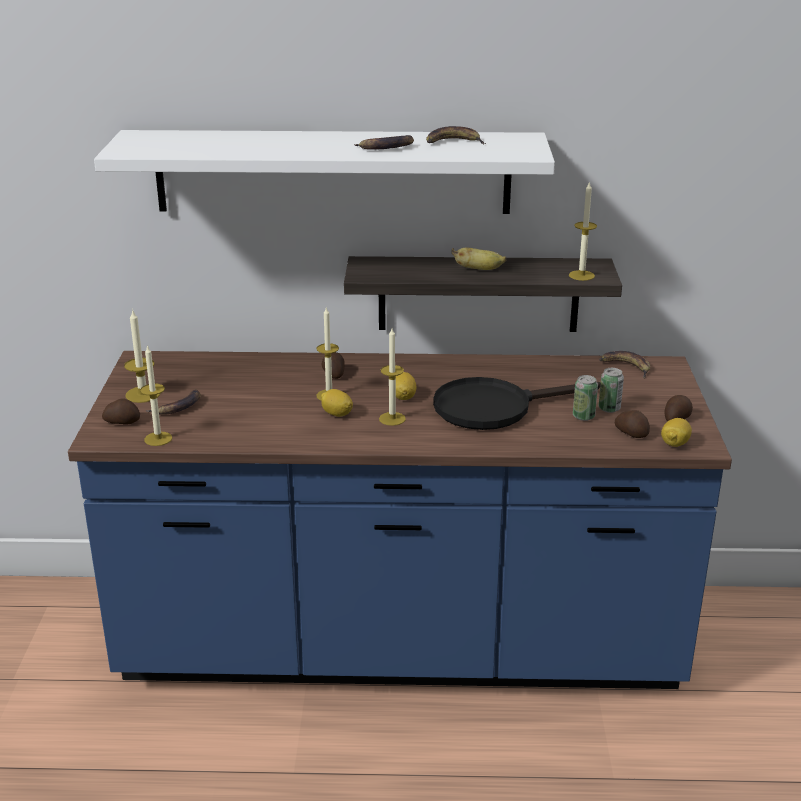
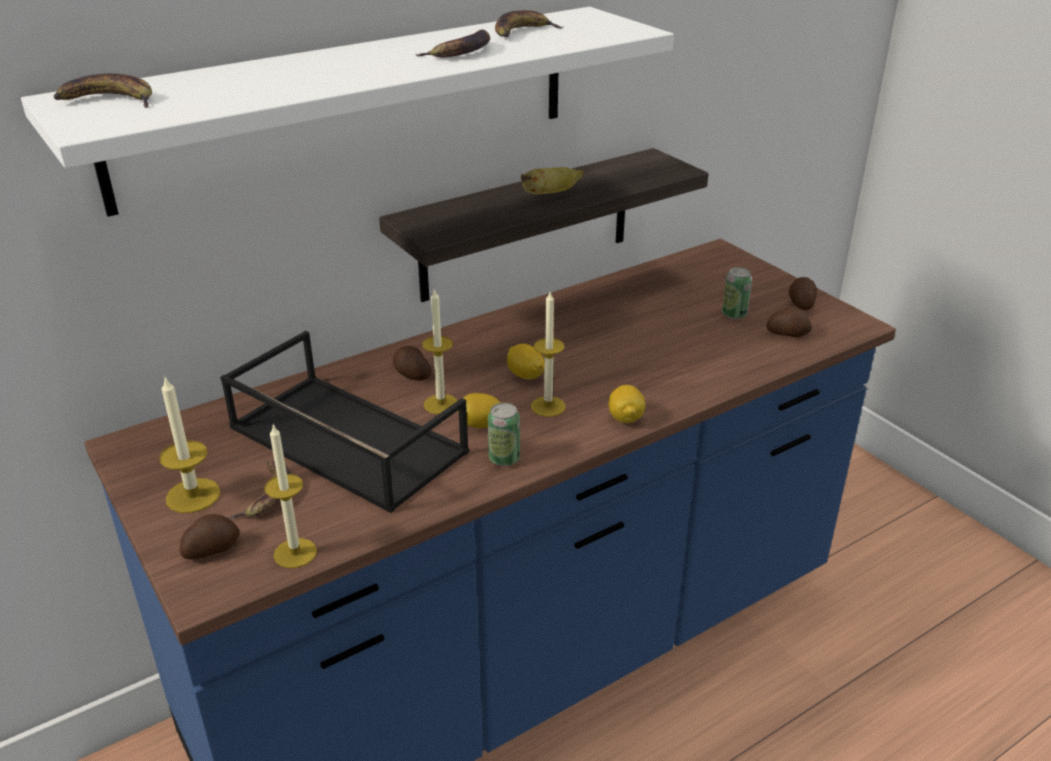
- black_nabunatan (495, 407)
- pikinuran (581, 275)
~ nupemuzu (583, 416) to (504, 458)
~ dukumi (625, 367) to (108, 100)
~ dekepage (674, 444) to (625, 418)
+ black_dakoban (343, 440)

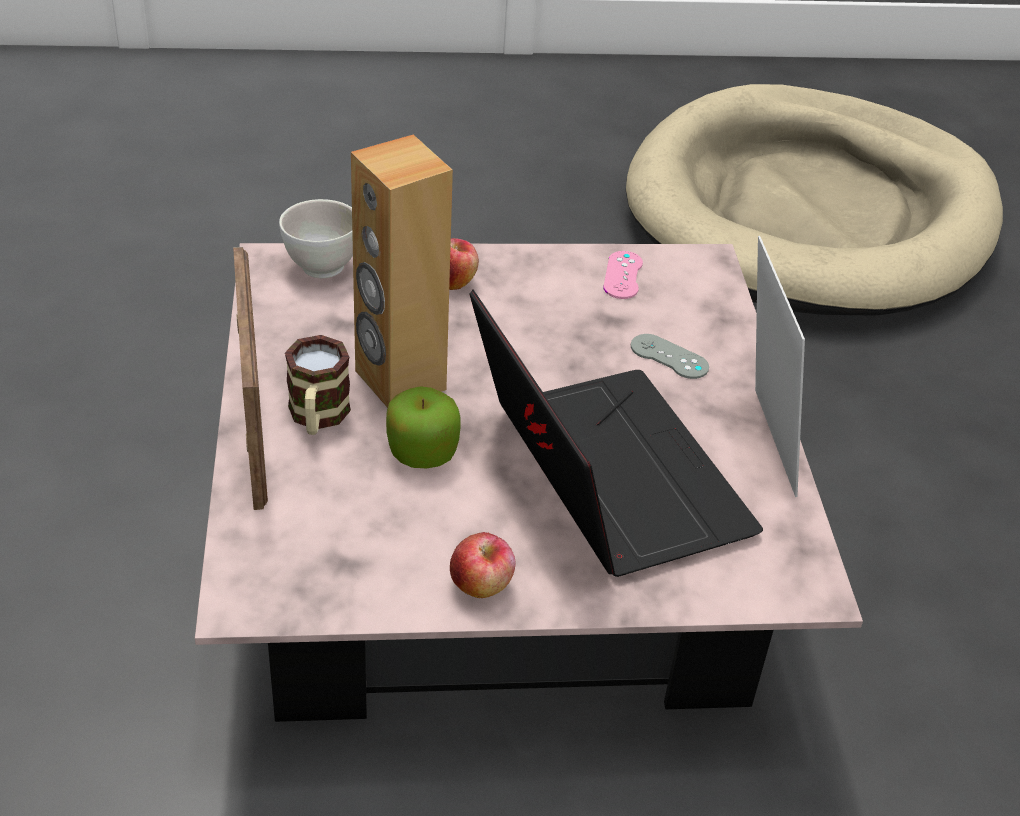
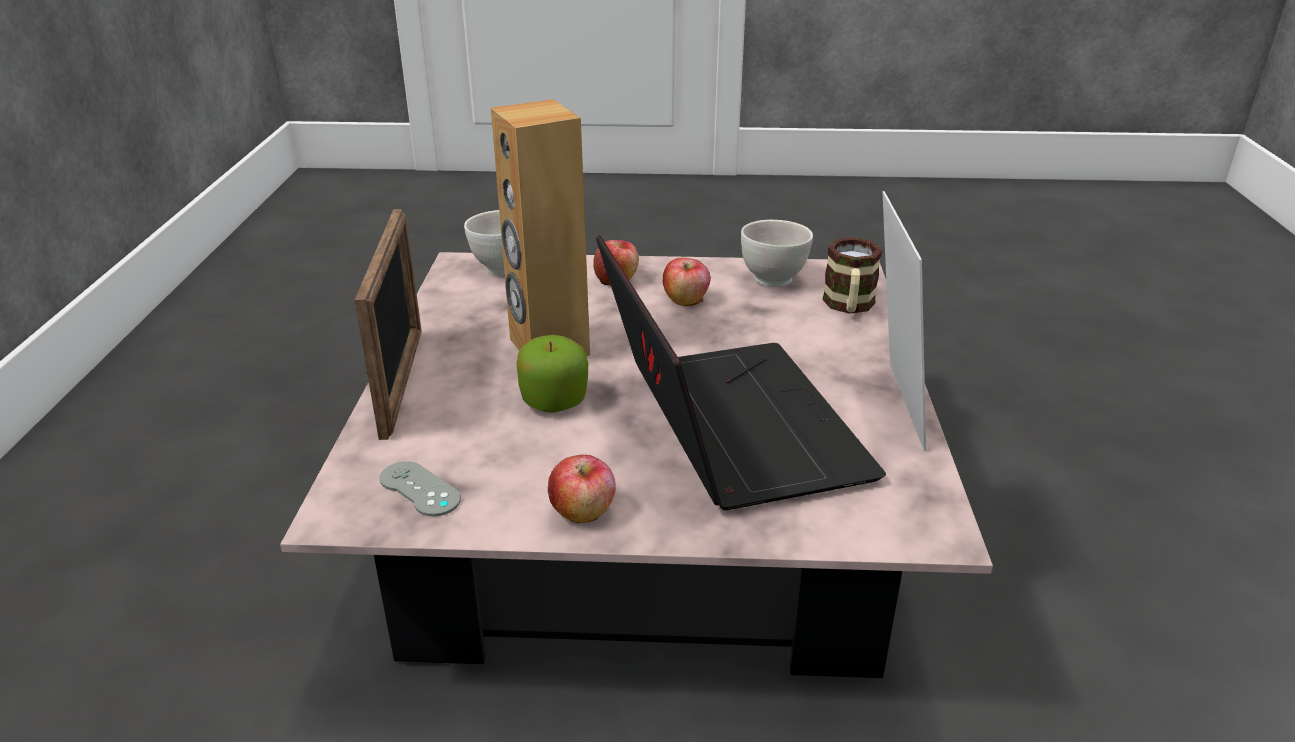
~ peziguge (317, 418) to (849, 306)
~ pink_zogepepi (623, 275) to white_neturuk (773, 279)
- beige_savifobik (810, 213)
~ grey_zogepepi (669, 357) to (419, 489)
+ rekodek (686, 300)

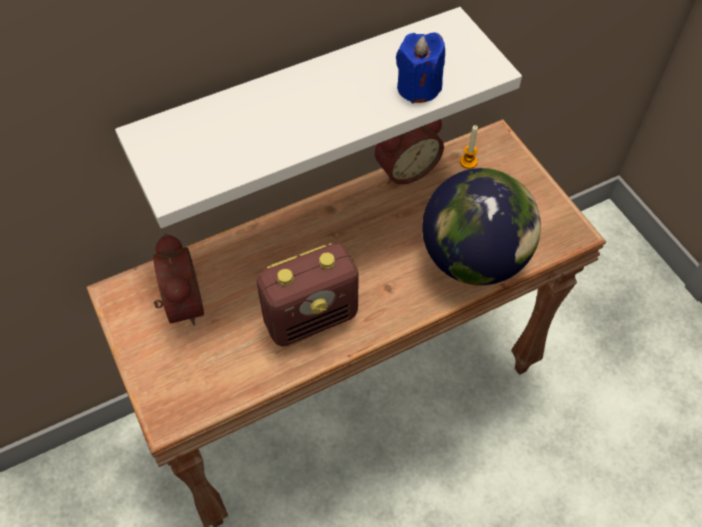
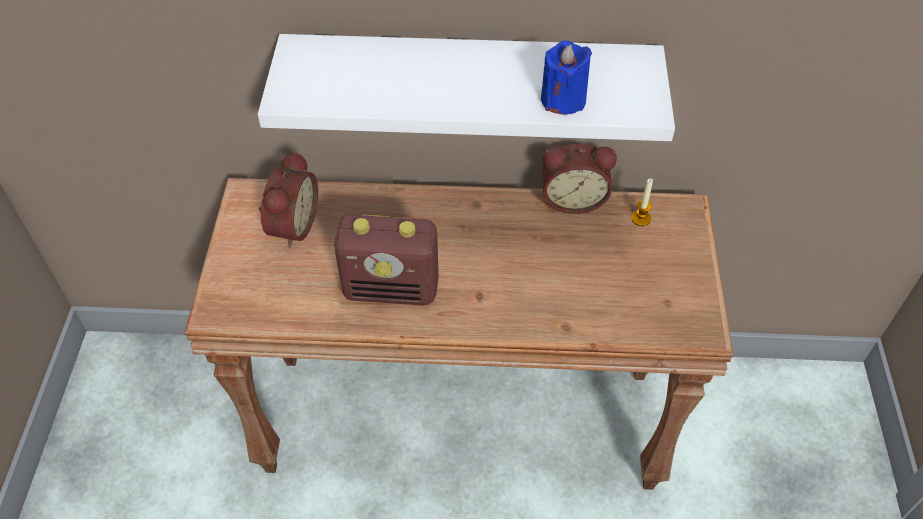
- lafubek (474, 259)

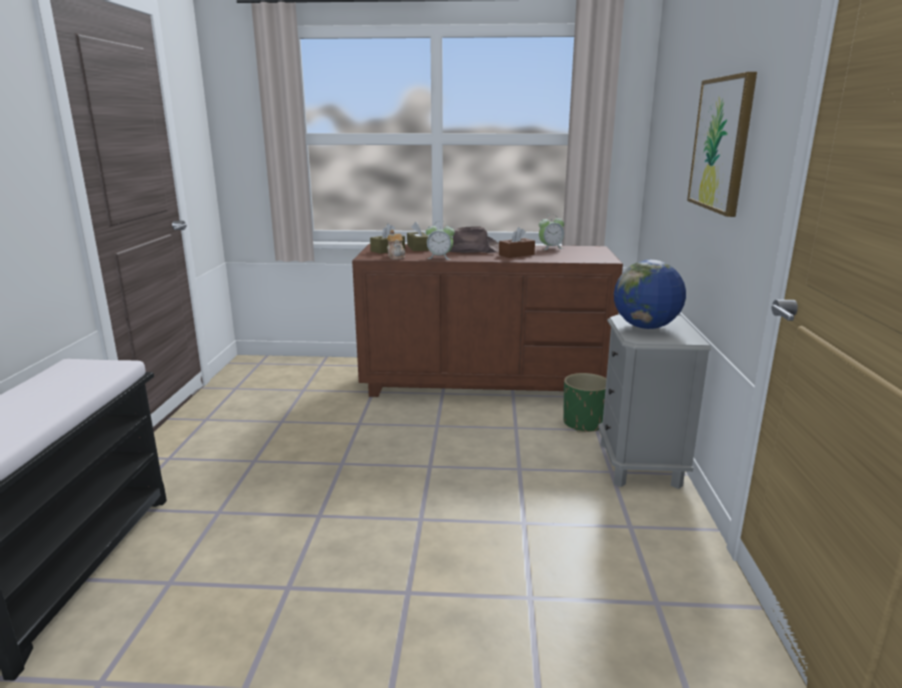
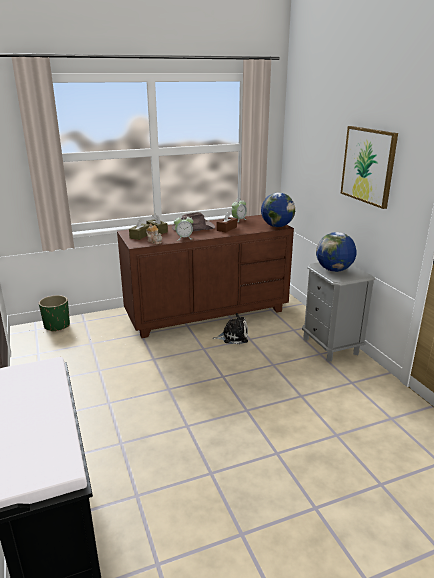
~ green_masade (584, 424) to (57, 326)
+ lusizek (233, 337)
+ lafubek (277, 226)

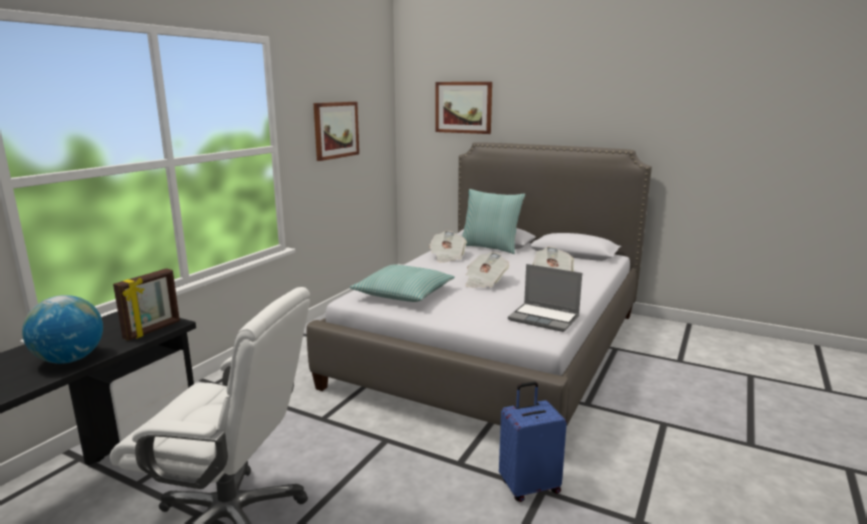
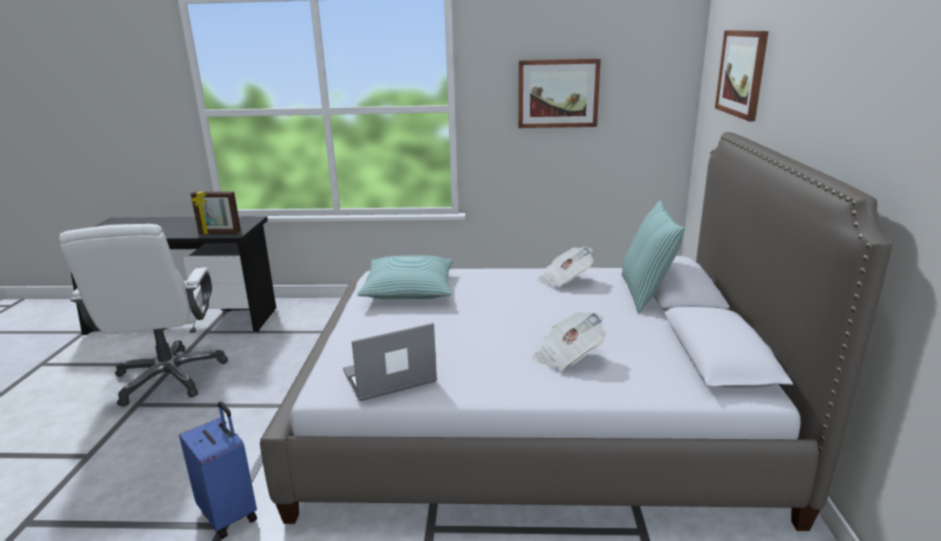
- lafubek (70, 359)
- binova (484, 282)
~ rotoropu (545, 318) = (389, 378) 60 degrees clockwise

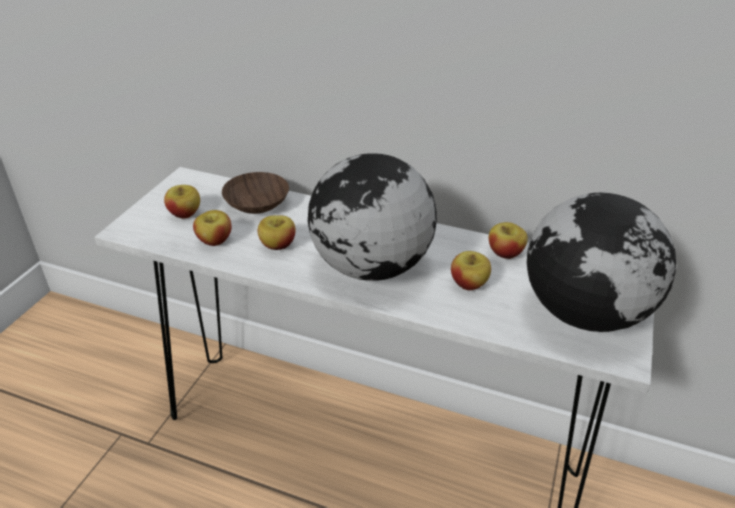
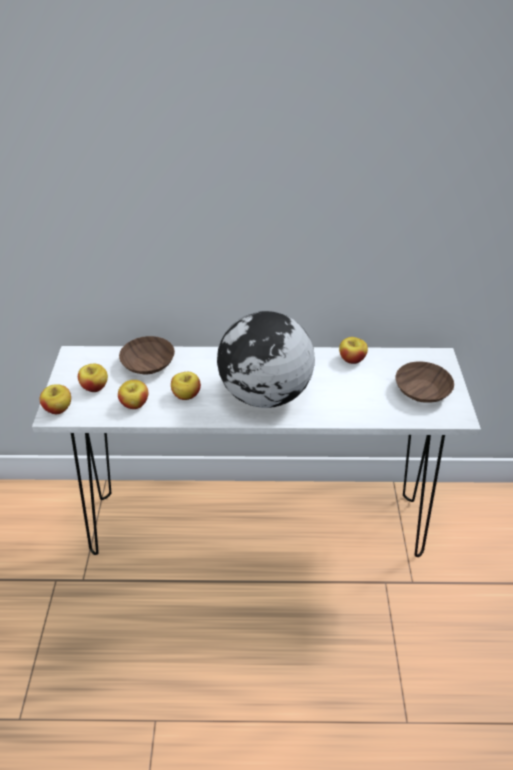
~ rekodek (468, 283) to (58, 408)
~ lafubek (585, 312) to brown_neturuk (423, 390)

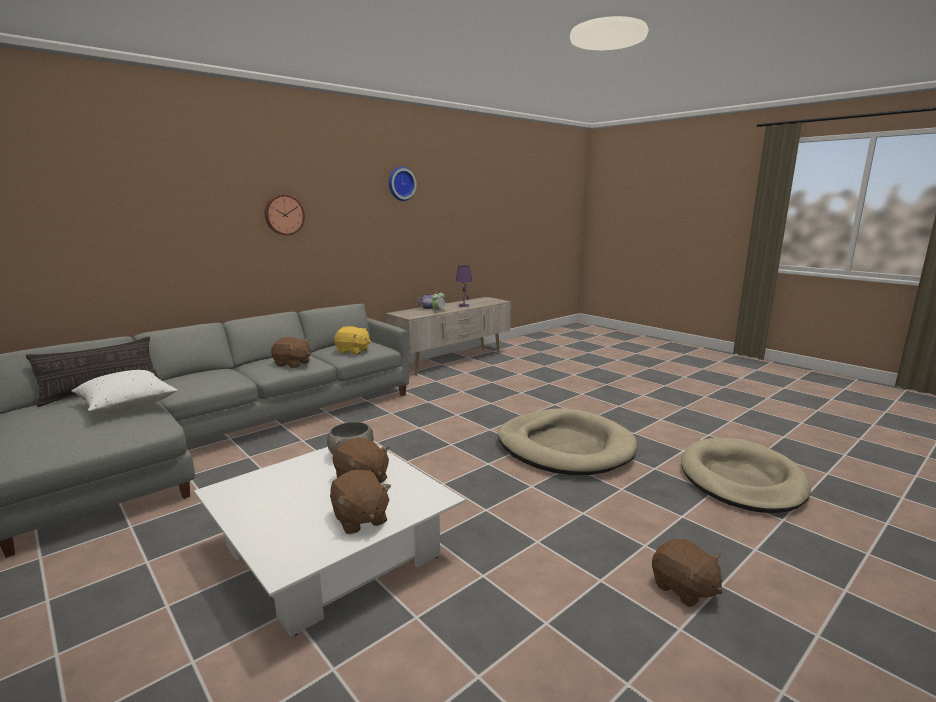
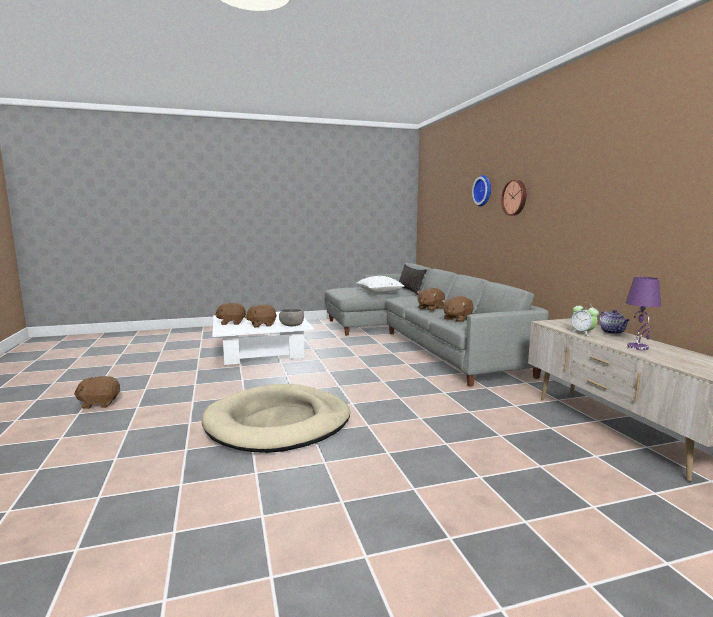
~ yellow_lusizek (353, 351) to brown_lusizek (457, 319)
~ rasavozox (400, 184) to (484, 190)
- beige_savifobik (741, 480)

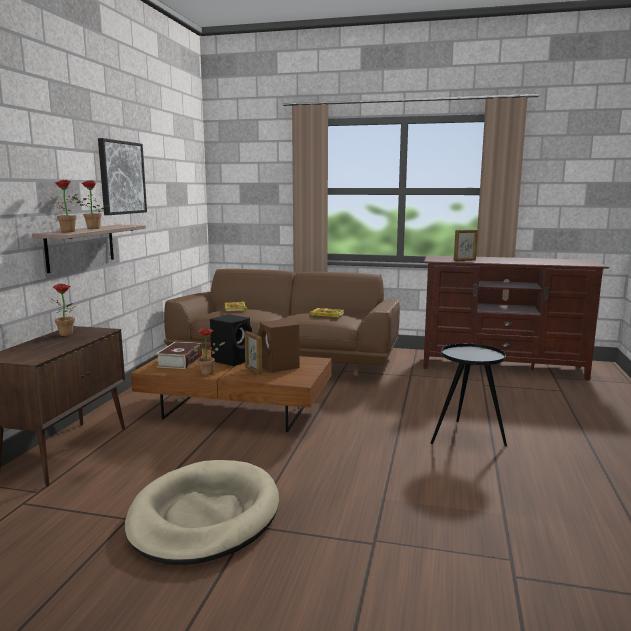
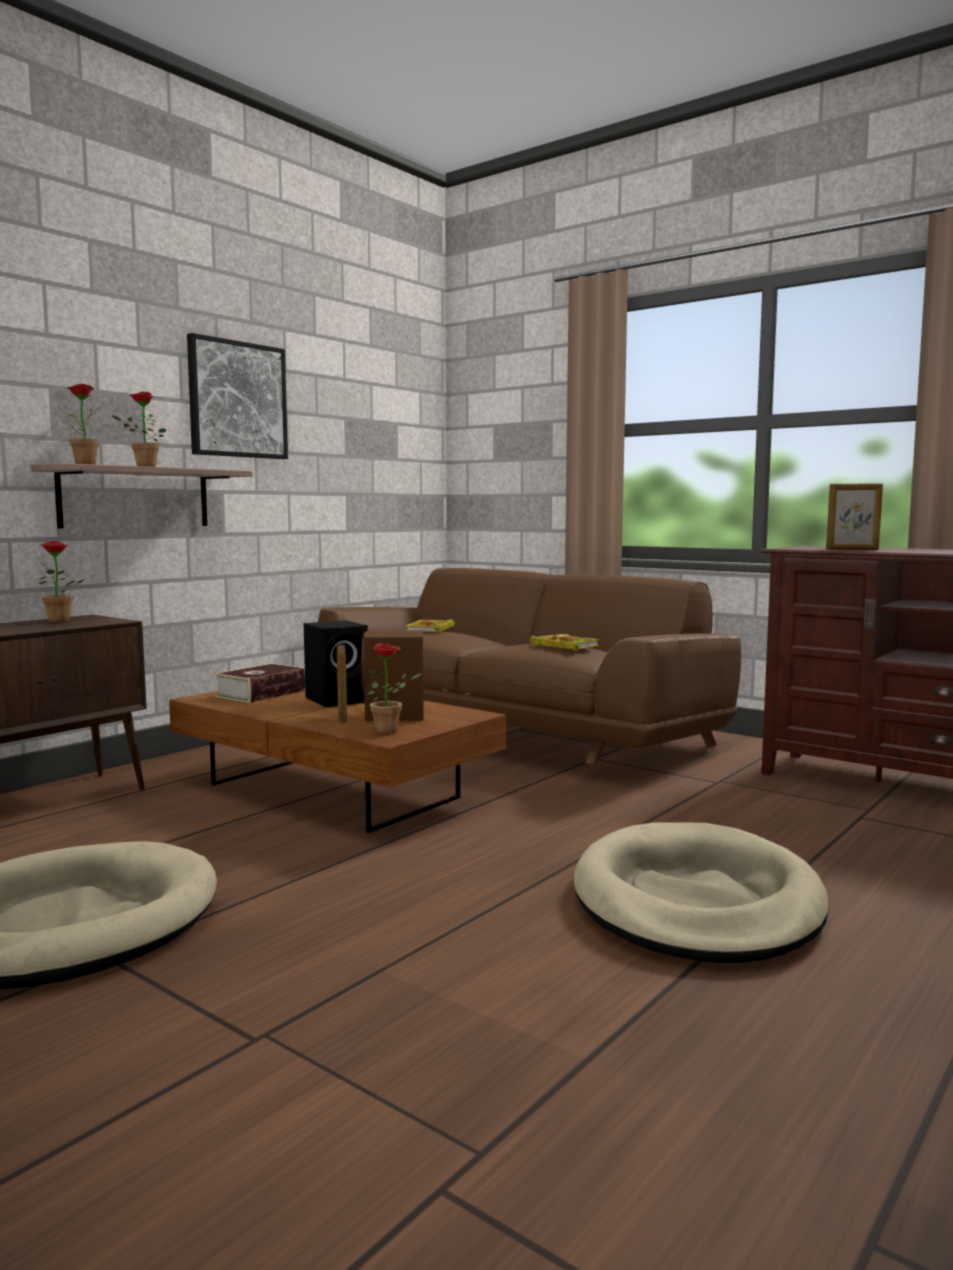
~ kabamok (209, 373) to (391, 731)
~ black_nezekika (467, 438) to beige_savifobik (696, 902)

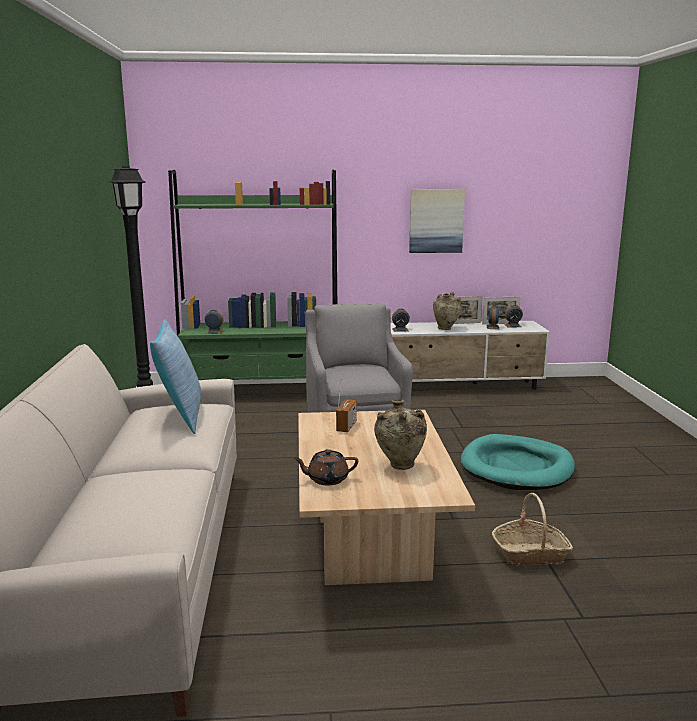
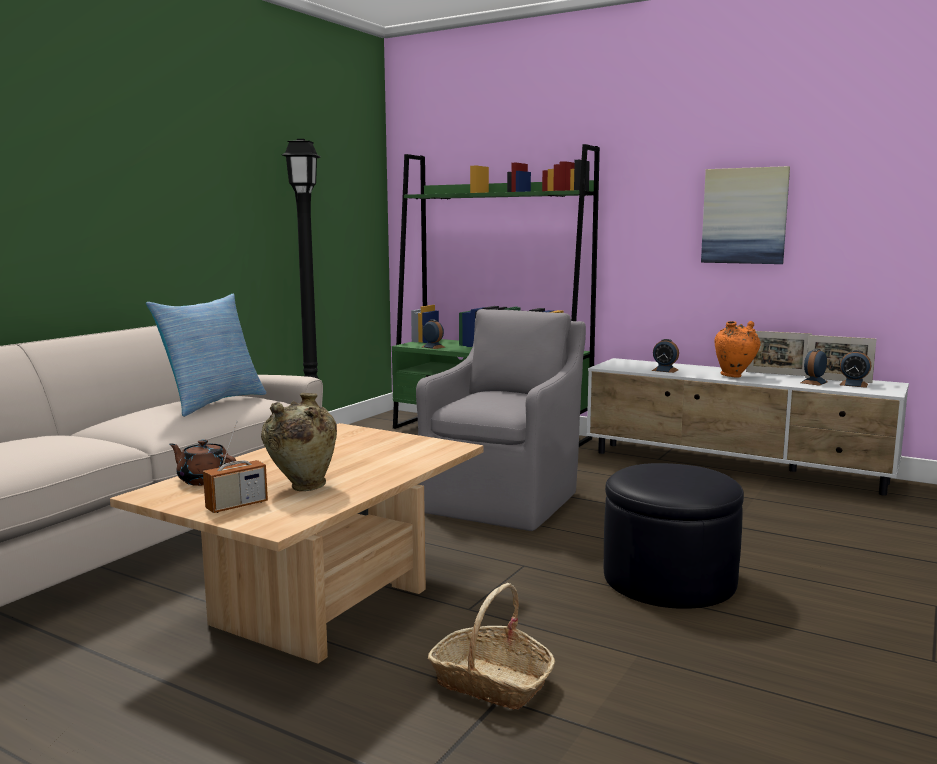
~ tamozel (346, 426) to (237, 505)
~ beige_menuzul (446, 329) to orange_menuzul (734, 376)
~ turquoise_savifobik (517, 467) to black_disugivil (669, 579)

